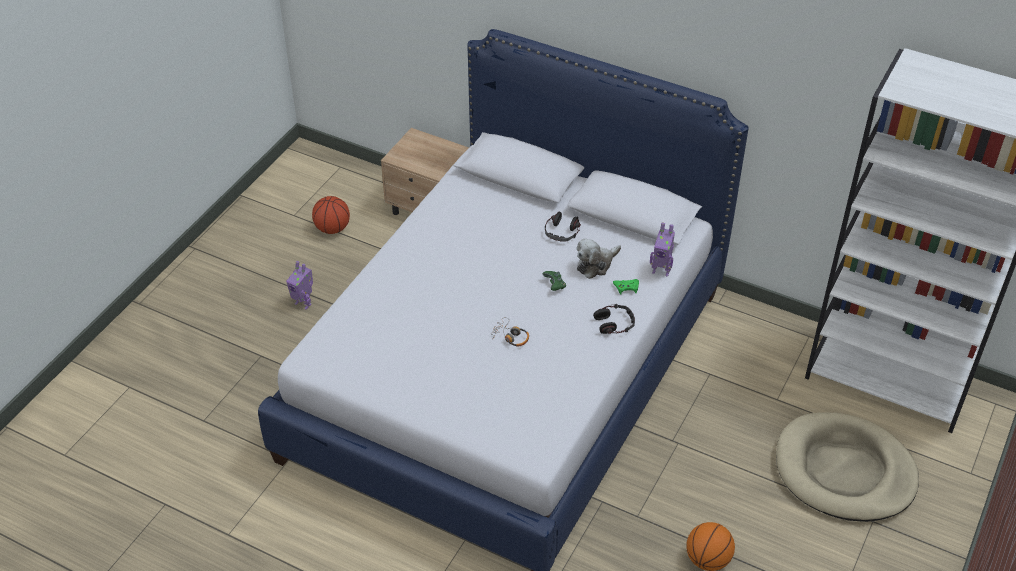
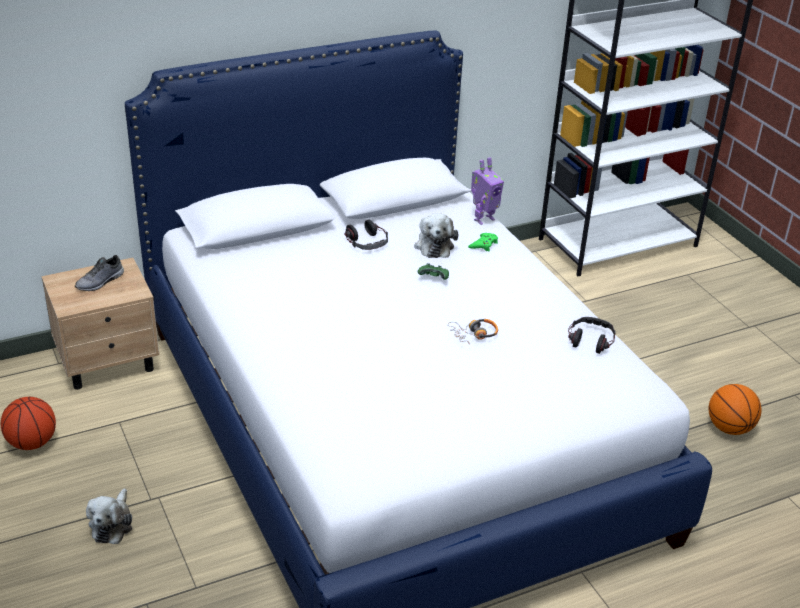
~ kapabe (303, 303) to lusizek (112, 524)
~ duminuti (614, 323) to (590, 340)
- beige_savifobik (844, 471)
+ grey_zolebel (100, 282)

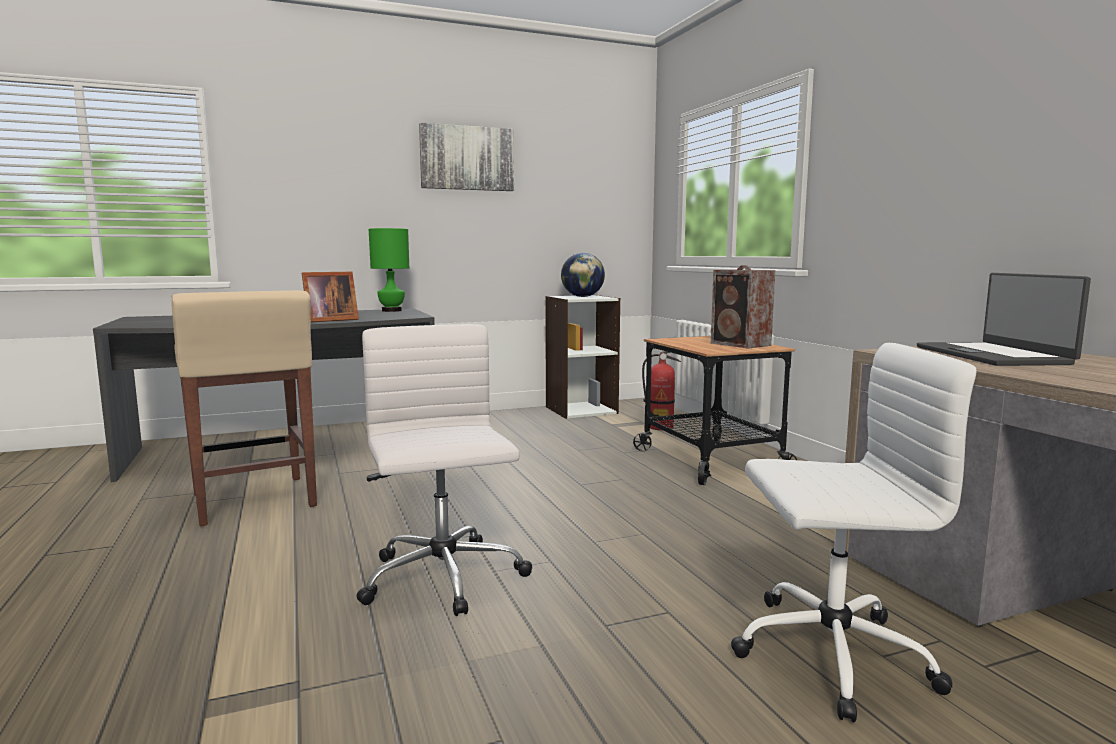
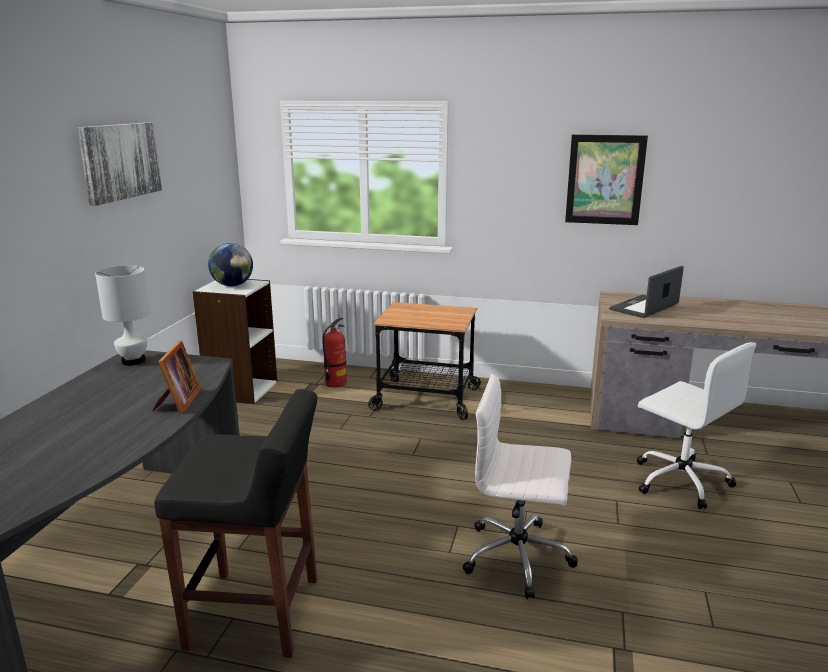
~ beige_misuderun (254, 501) to black_misuderun (256, 613)
~ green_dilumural (392, 311) to white_dilumural (134, 361)
- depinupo (741, 344)
~ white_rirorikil (828, 653) = (679, 480) 105 degrees clockwise
~ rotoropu (992, 355) = (645, 307) 105 degrees clockwise
+ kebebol (605, 180)

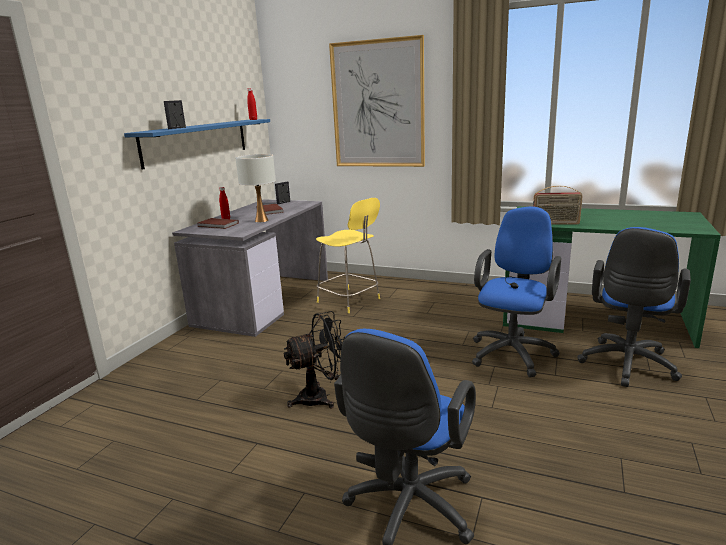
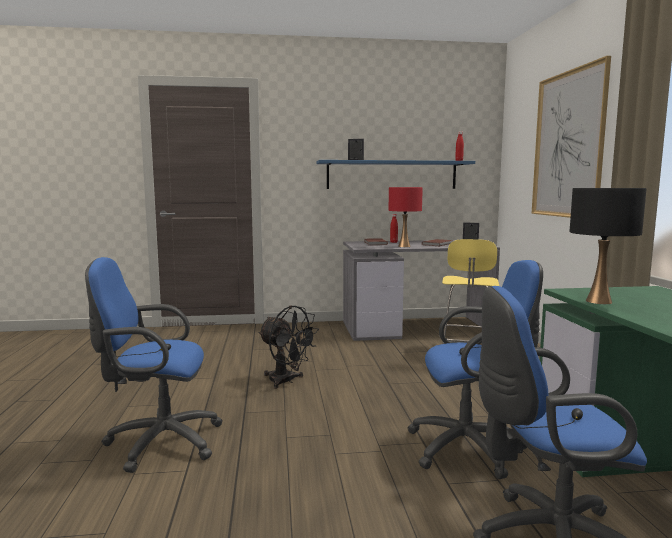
~ white_dilumural (261, 220) to red_dilumural (404, 246)
~ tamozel (555, 223) to black_dilumural (599, 301)

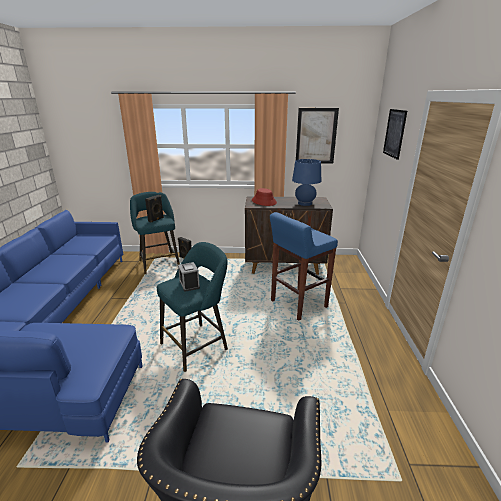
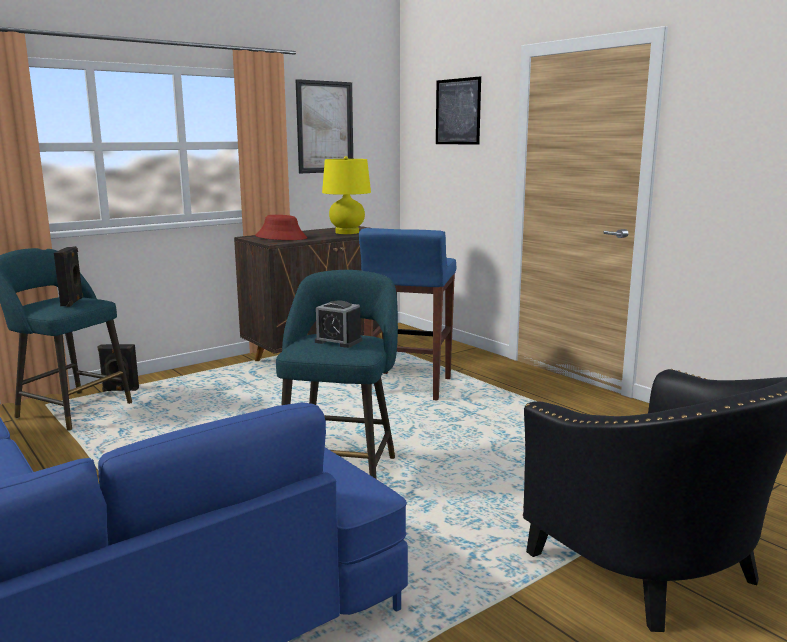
~ blue_dilumural (305, 203) to yellow_dilumural (347, 232)

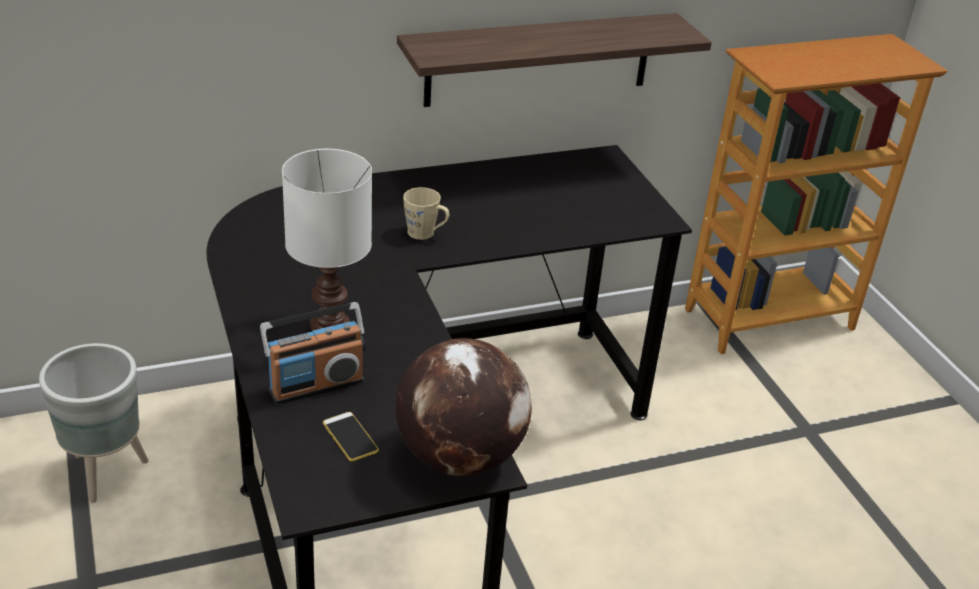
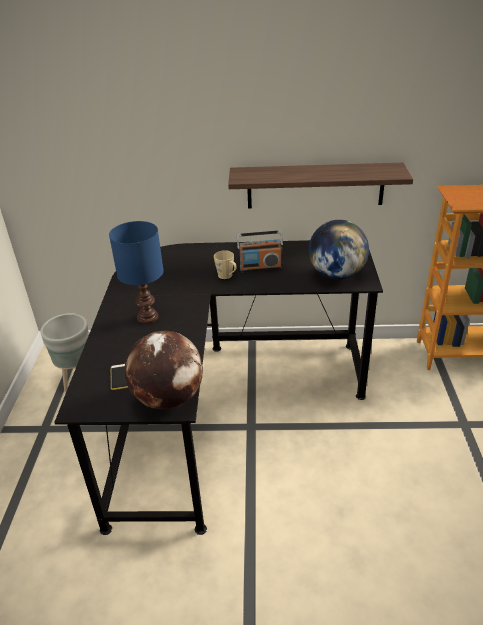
~ tamozel (316, 385) to (260, 267)
~ white_dilumural (329, 326) to blue_dilumural (147, 318)
+ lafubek (336, 275)

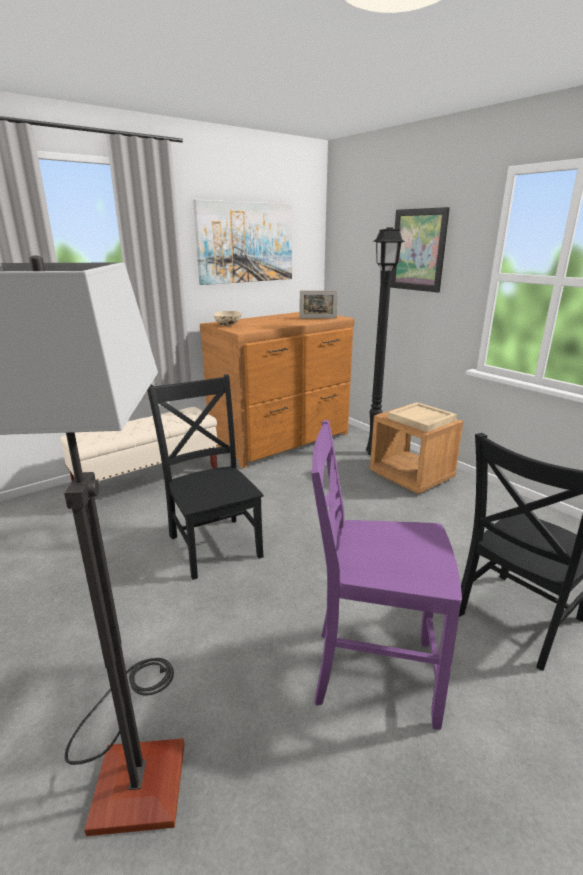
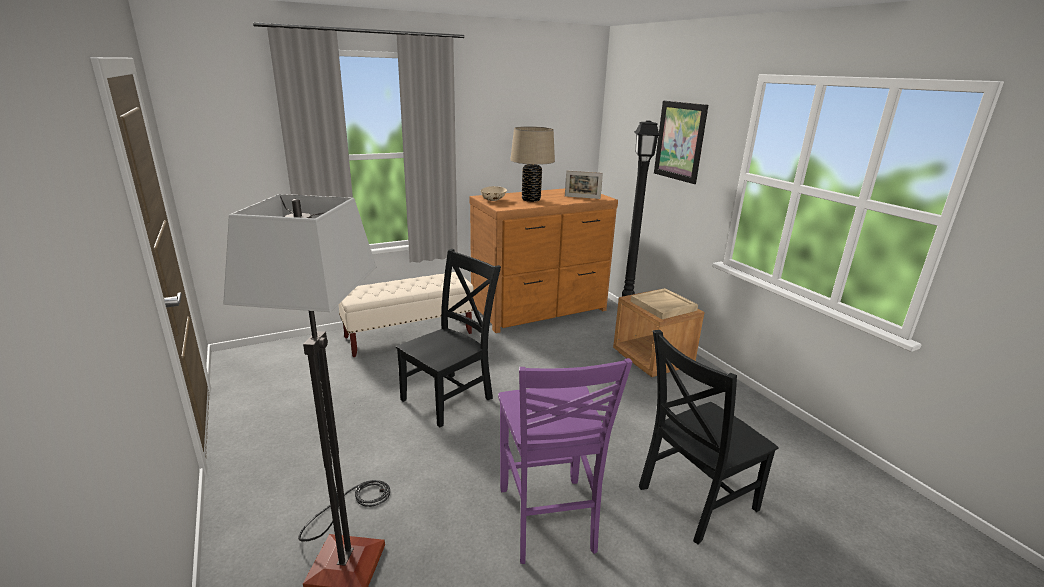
~ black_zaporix (214, 543) = (450, 397) 60 degrees clockwise
- kebebol (245, 242)
~ purple_zaporix (372, 672) = (547, 520) 120 degrees counterclockwise
+ beige_dilumural (531, 199)

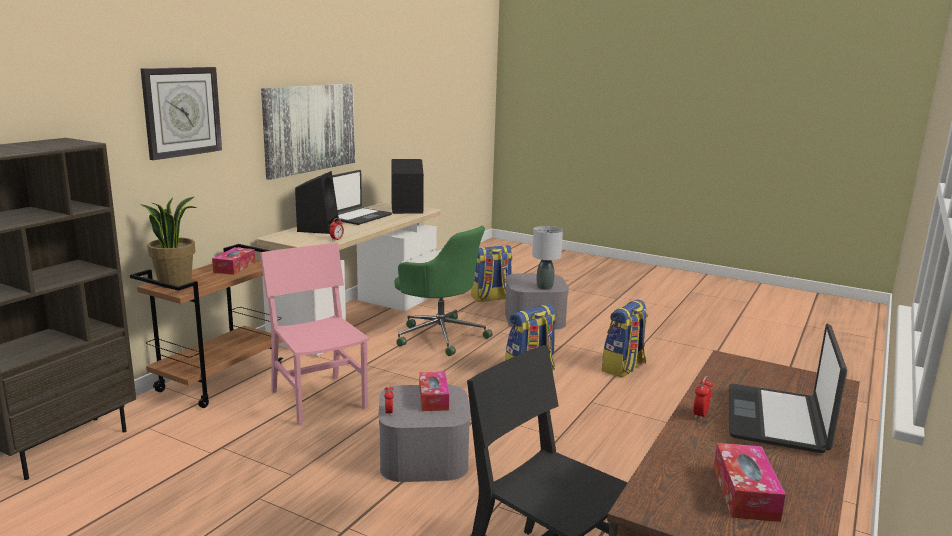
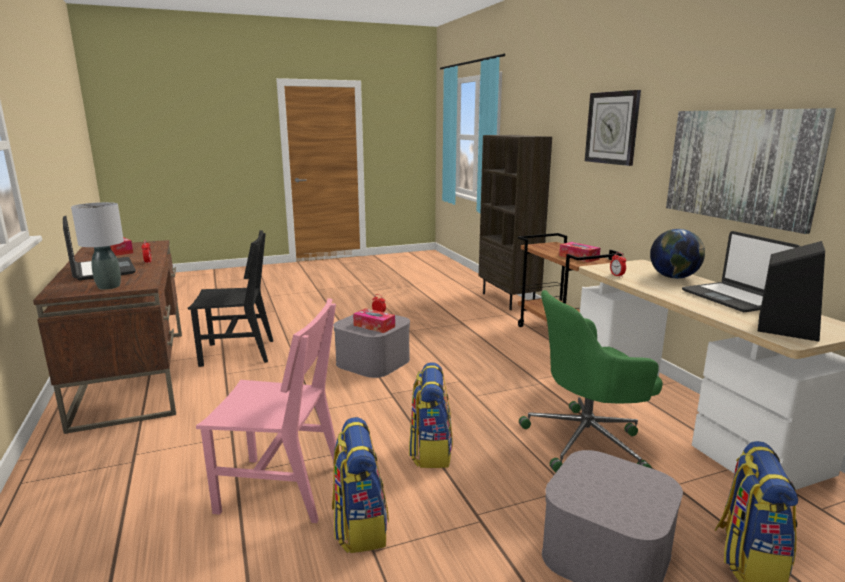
- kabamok (175, 283)
~ pink_zaporix (319, 399) to (281, 489)
~ black_depinupo (318, 228) to lafubek (674, 277)
~ grey_dilumural (545, 287) to (108, 287)

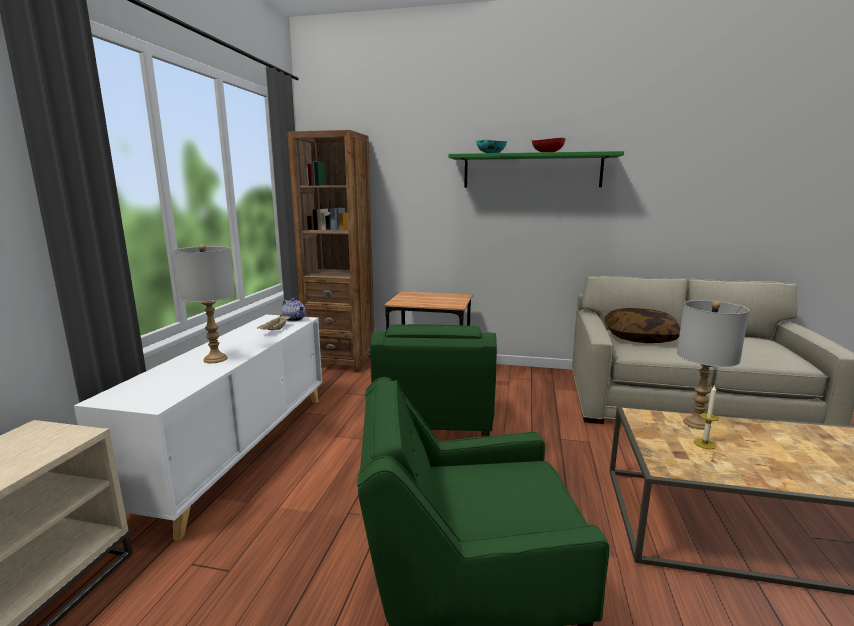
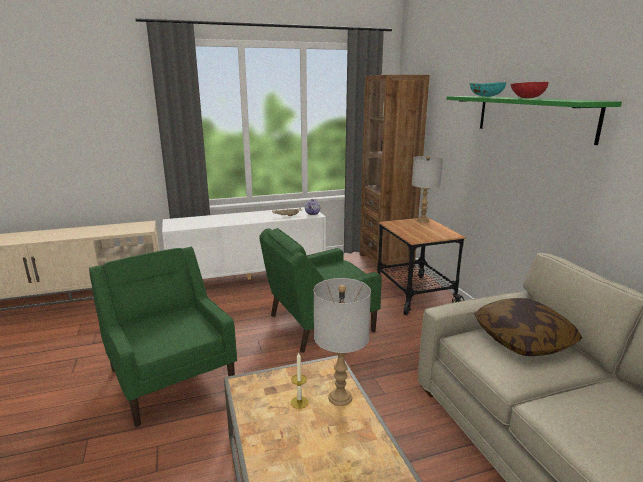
~ grey_dilumural (216, 359) to (423, 221)

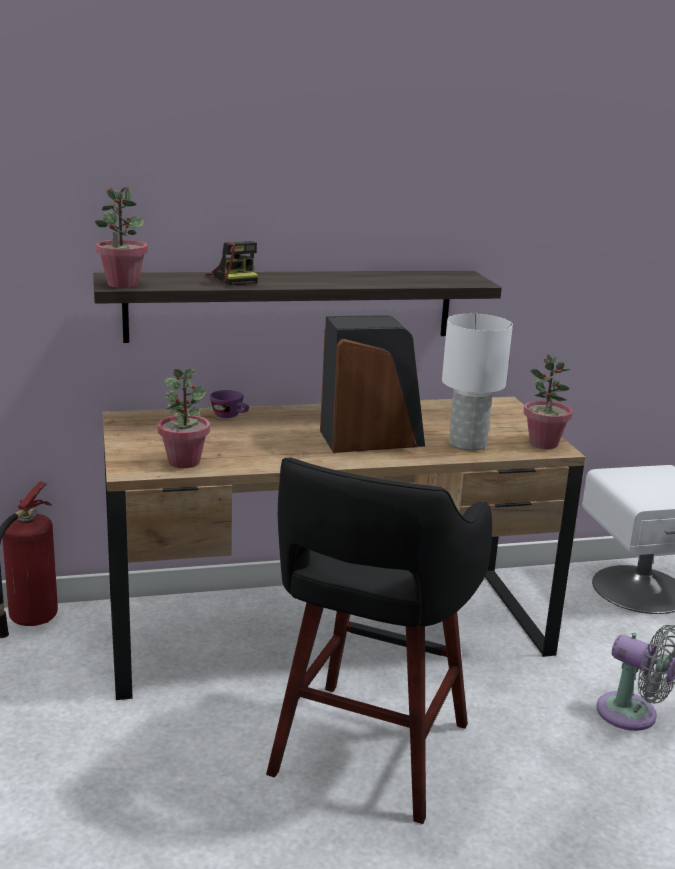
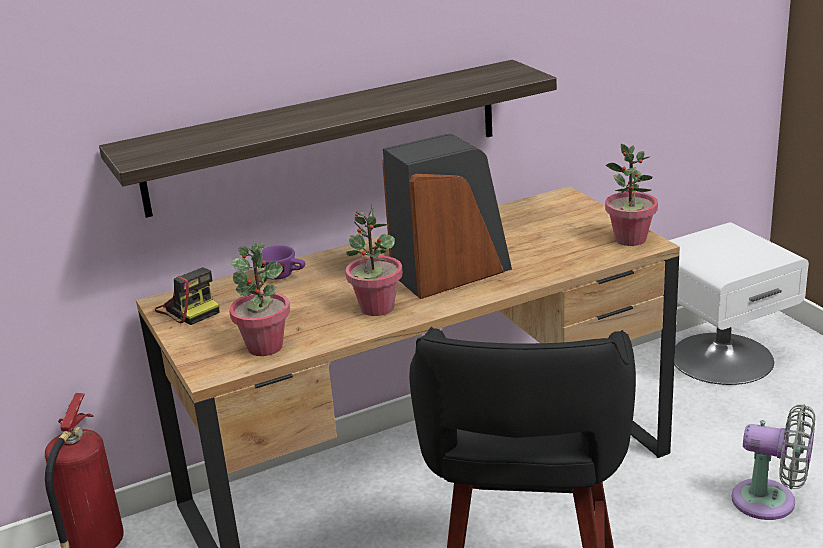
~ kabamok (122, 284) to (377, 308)
~ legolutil (233, 279) to (189, 309)
- white_dilumural (468, 443)

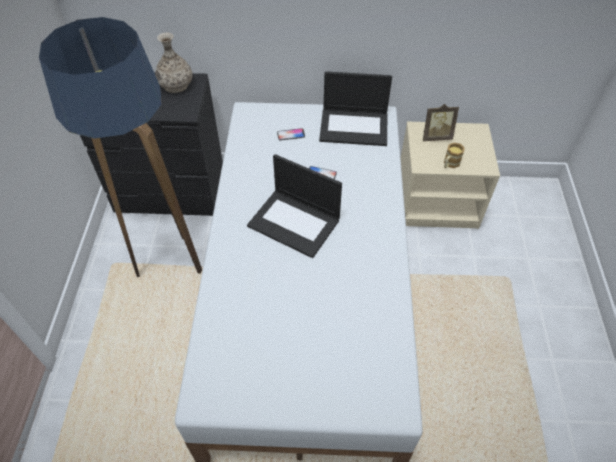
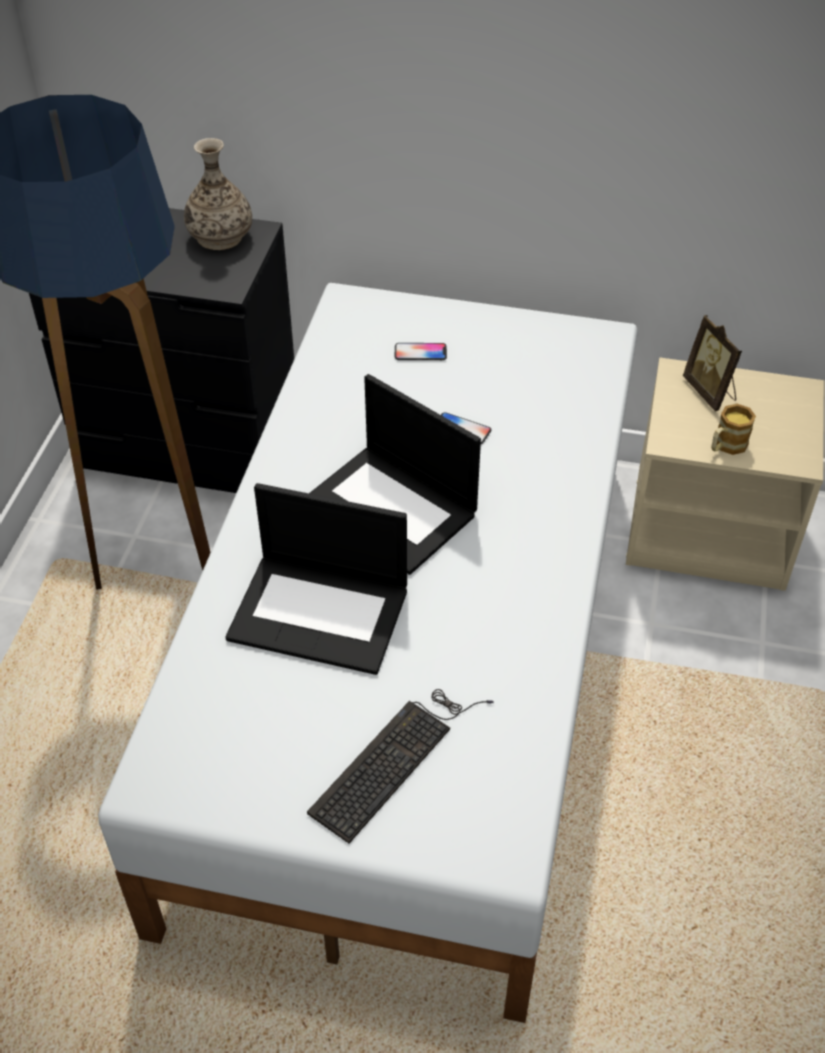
~ rotoropu (354, 126) to (321, 613)
~ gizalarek (436, 136) = (710, 392) 60 degrees clockwise
+ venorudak (396, 757)

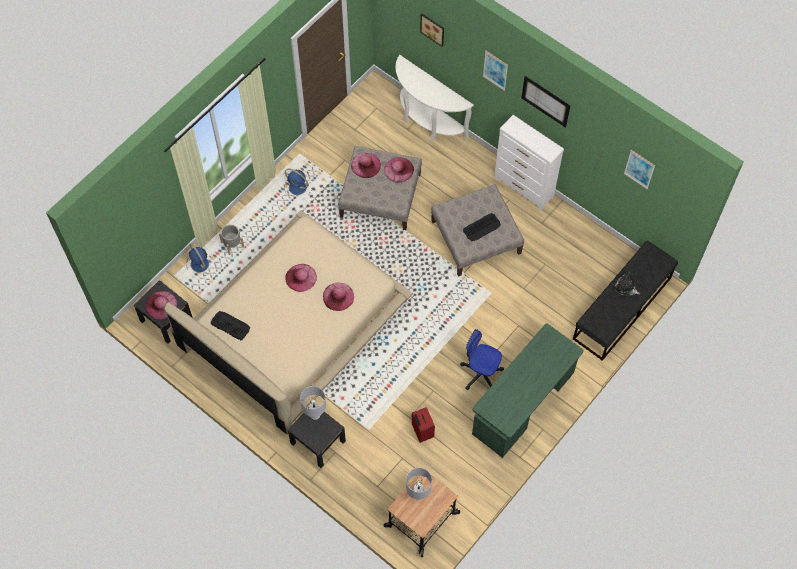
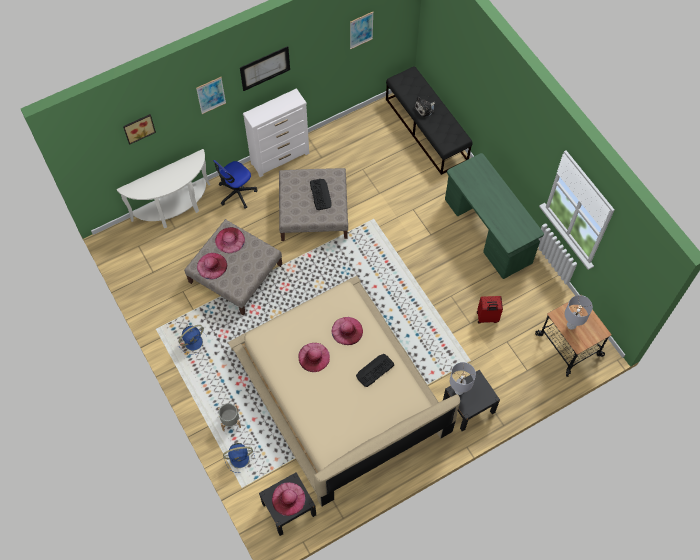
~ venorudak (230, 325) to (374, 370)
~ rirorikil (481, 373) to (236, 193)

